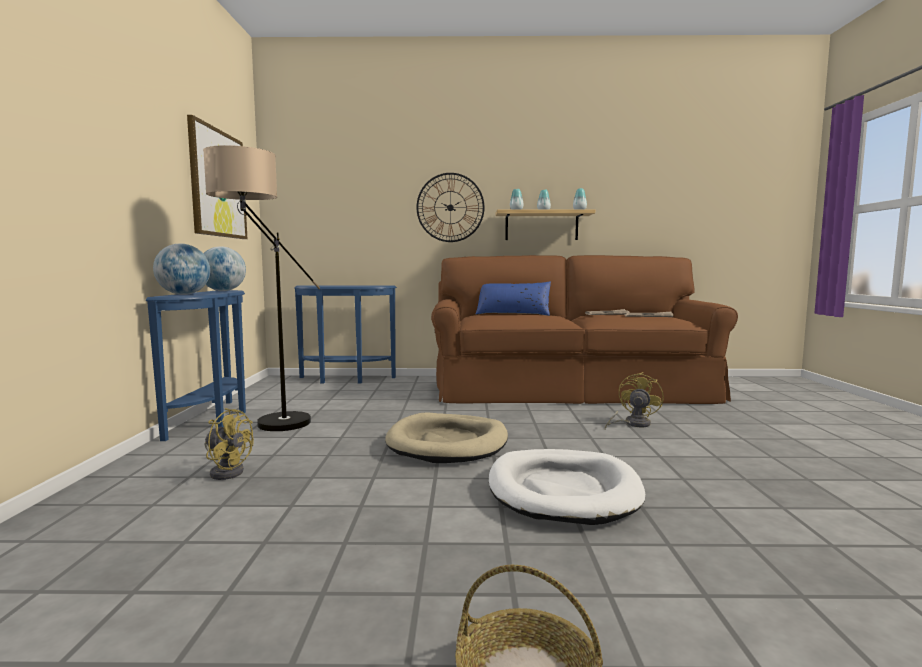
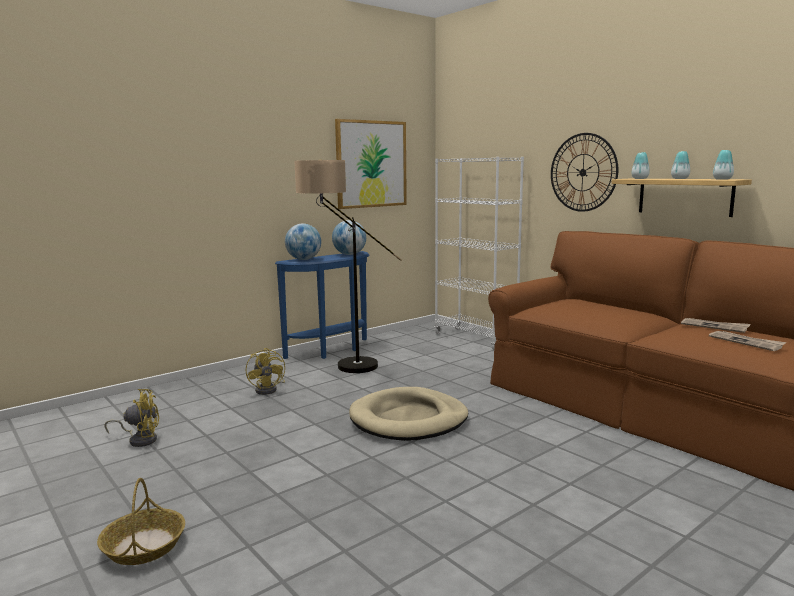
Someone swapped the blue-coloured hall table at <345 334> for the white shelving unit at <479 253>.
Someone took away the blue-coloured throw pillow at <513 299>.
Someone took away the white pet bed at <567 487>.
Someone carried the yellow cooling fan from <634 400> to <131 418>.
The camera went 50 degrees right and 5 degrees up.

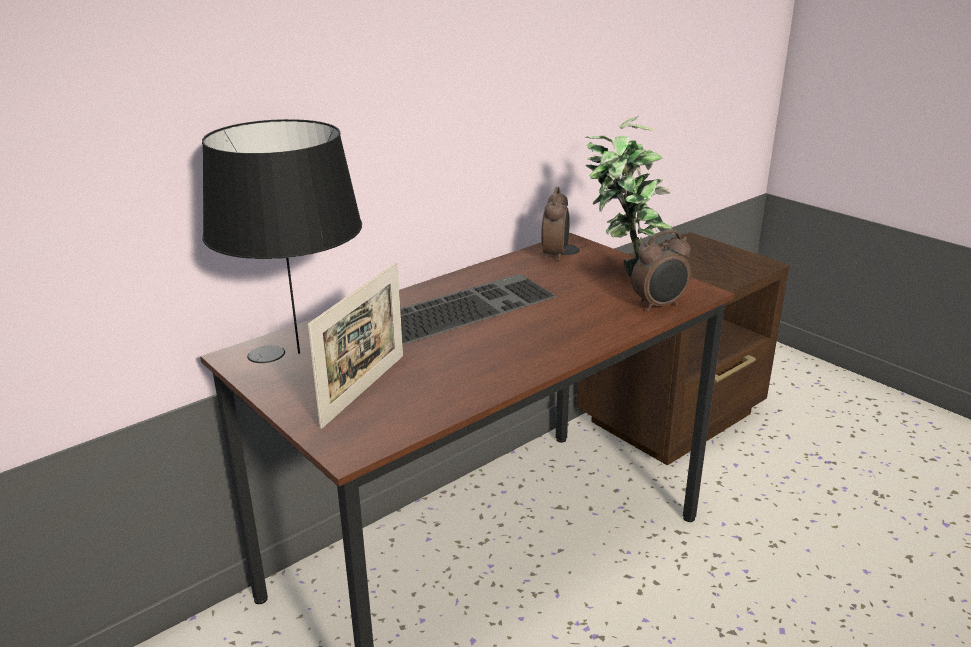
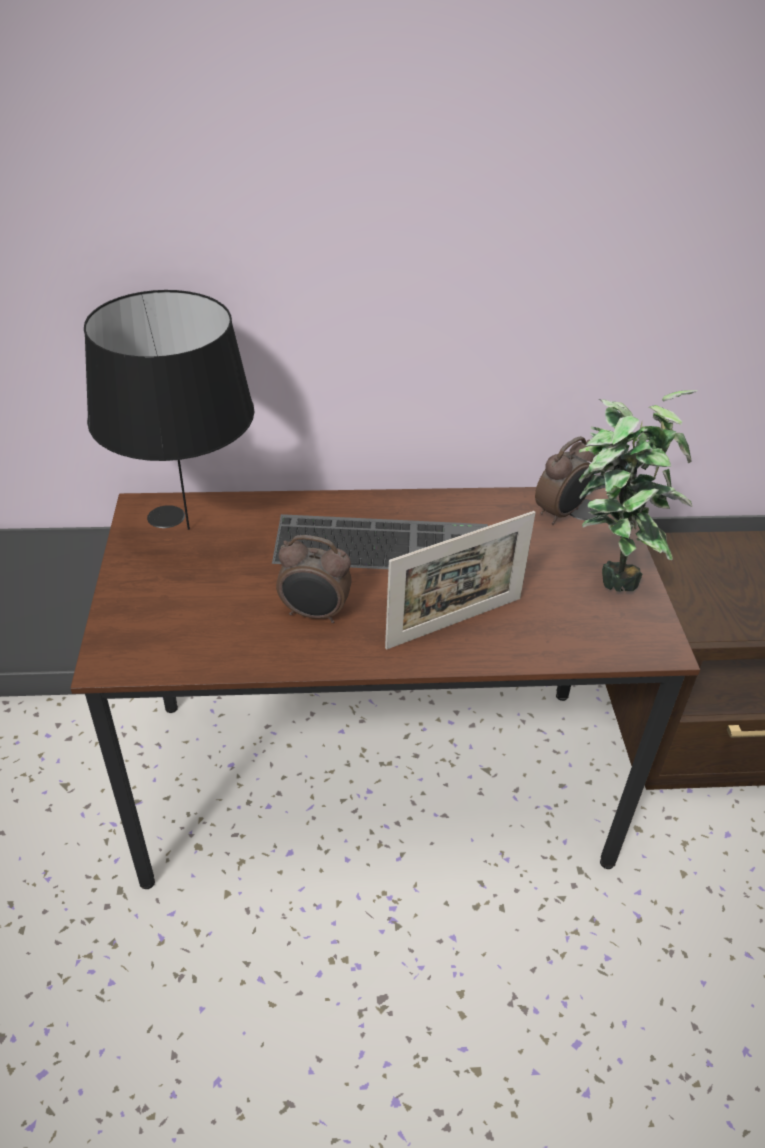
Someone carried the picture frame from <355 345> to <460 580>.
Someone carried the bedside clock from <661 271> to <314 579>.
The camera went 35 degrees right and 15 degrees up.

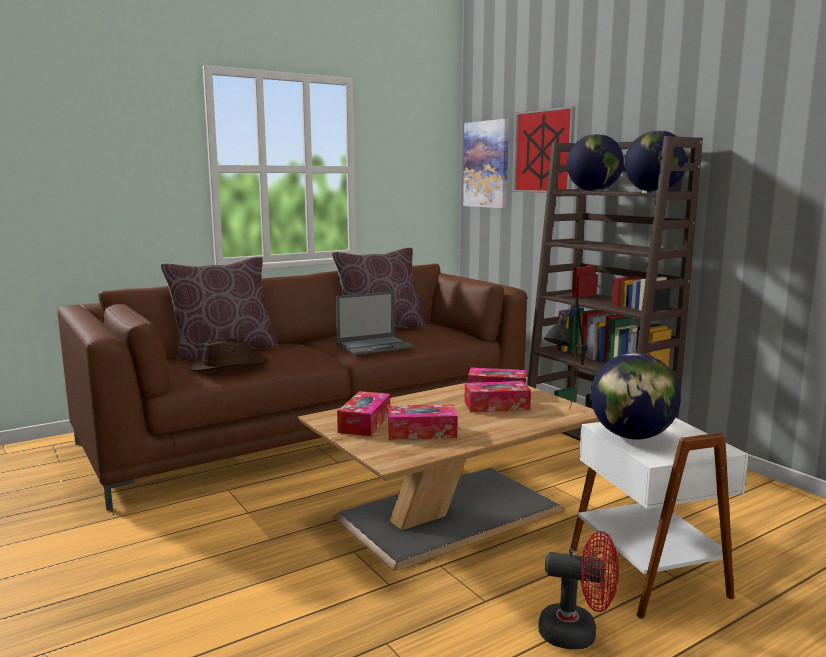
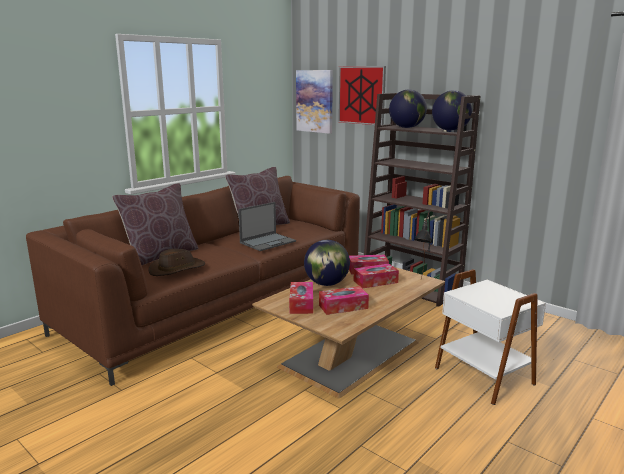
Someone took away the reddish cooling fan at <579 590>.
Someone carried the globe from <636 396> to <327 263>.
The camera went 15 degrees left and 5 degrees up.

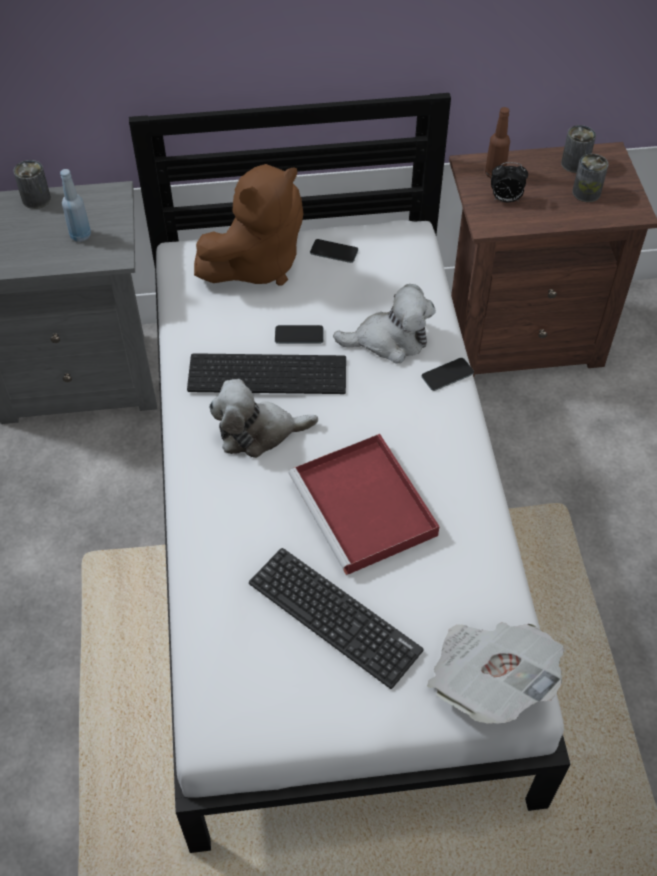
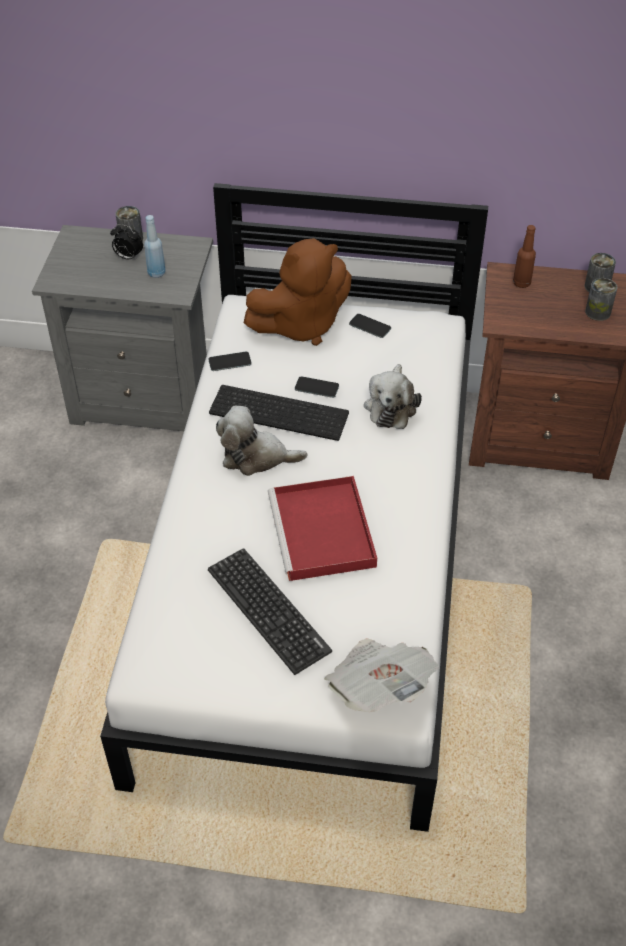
Someone rotated the plush toy at <384 323> by 90 degrees clockwise.
Someone carried the telephone from <448 374> to <230 361>.
Someone carried the bedside clock from <509 182> to <126 242>.
The camera went 15 degrees right and 5 degrees down.

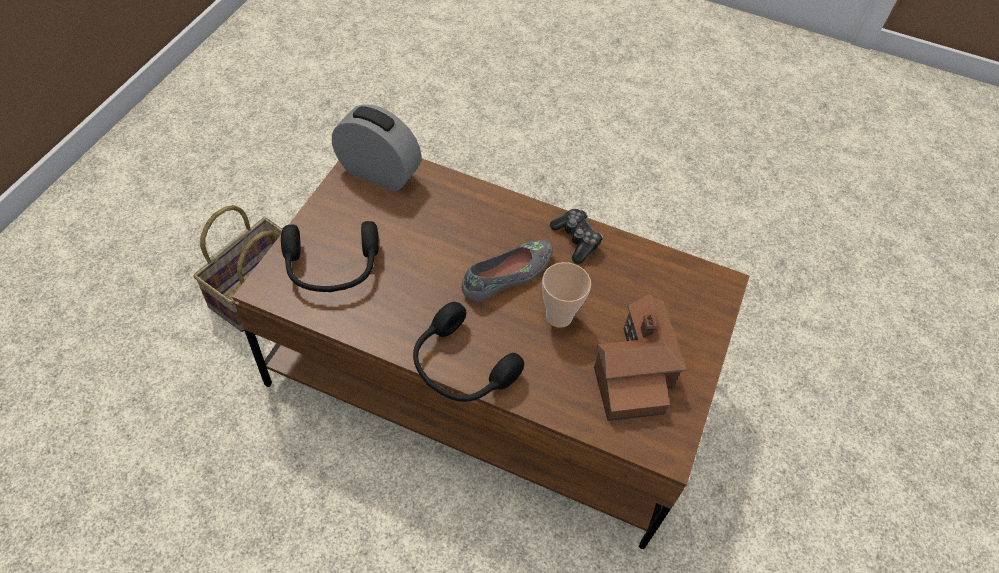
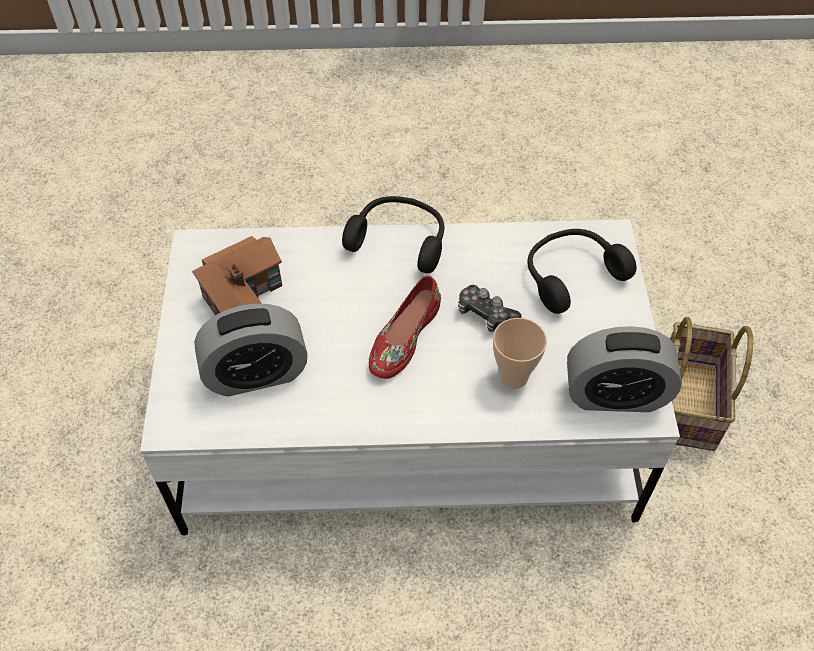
Someone repainted the brown low table at <490 353>, which became the white low table at <410 377>.
Someone repainted the greyish shoe at <507 271>, which became the reddish shoe at <405 327>.
Someone carried the cup from <566 295> to <520 353>.
Someone carried the joypad from <576 236> to <490 308>.
Someone put down the bedside clock at <251 350>.
The camera went 160 degrees right and 0 degrees up.

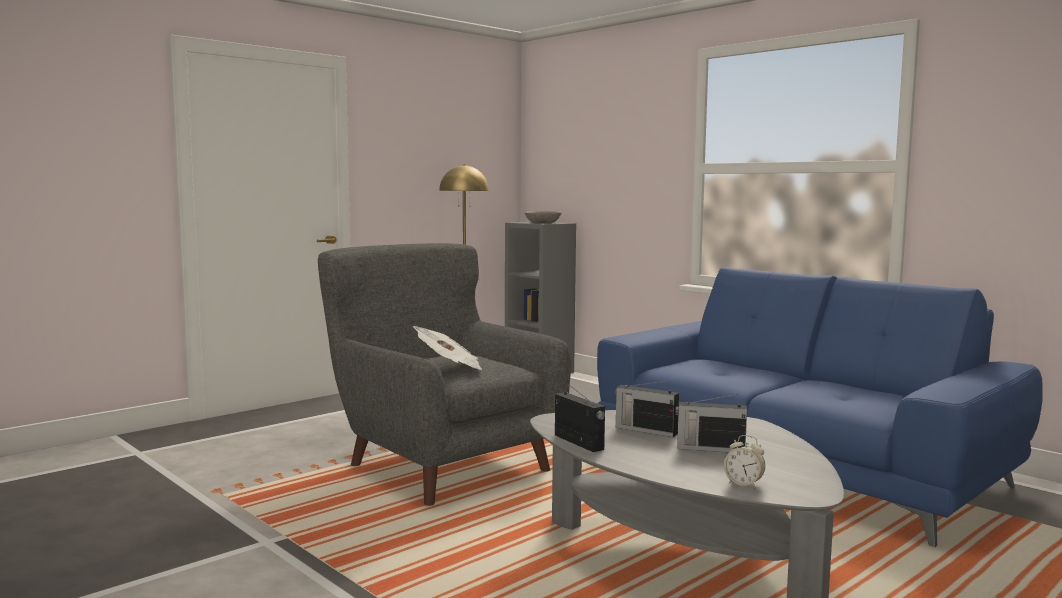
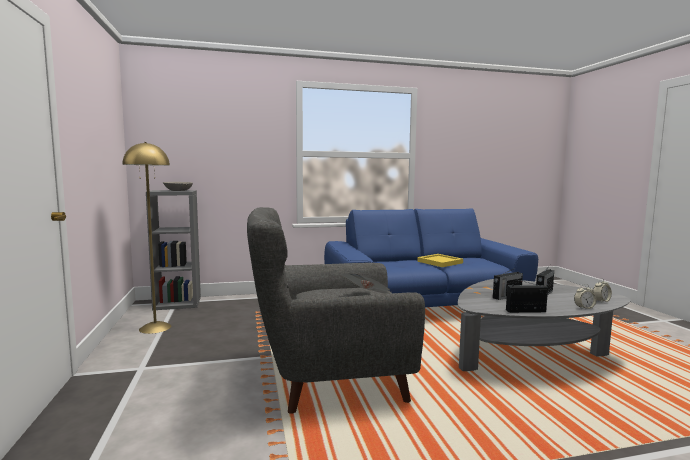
Someone put down the yellow tray at <440 260>.
Someone put down the bedside clock at <585 296>.
The camera went 60 degrees left and 0 degrees up.

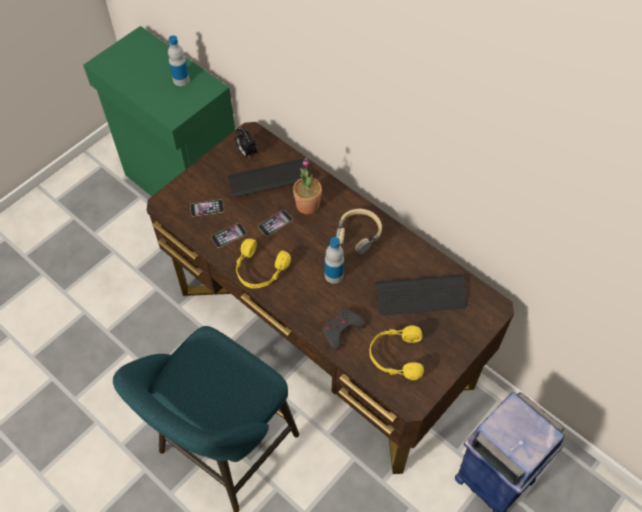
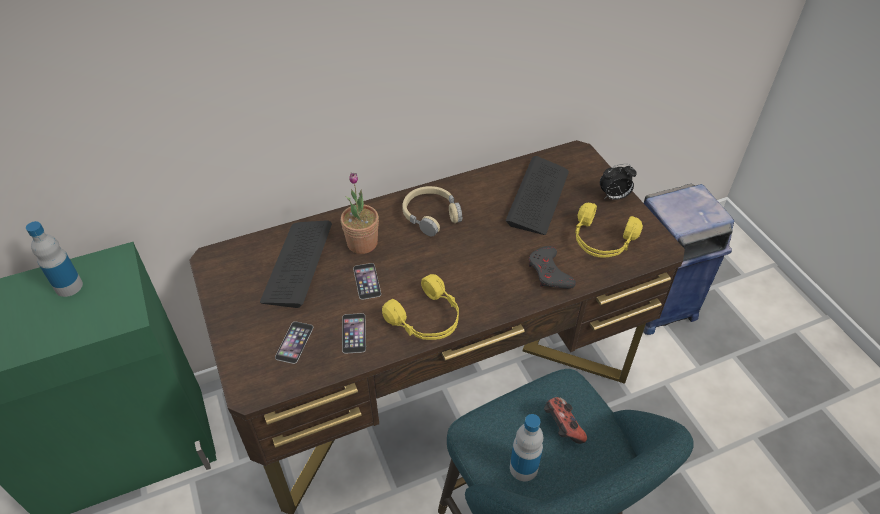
Someone carried the bedside clock from <246 142> to <618 182>.
Someone carried the bottle from <334 260> to <526 447>.
Someone put down the joypad at <565 420>.
The camera went 65 degrees left and 10 degrees down.

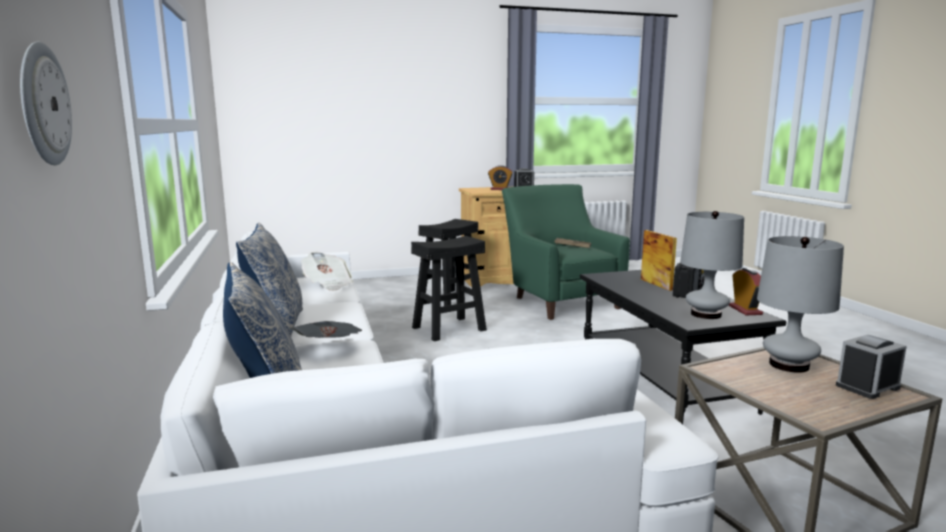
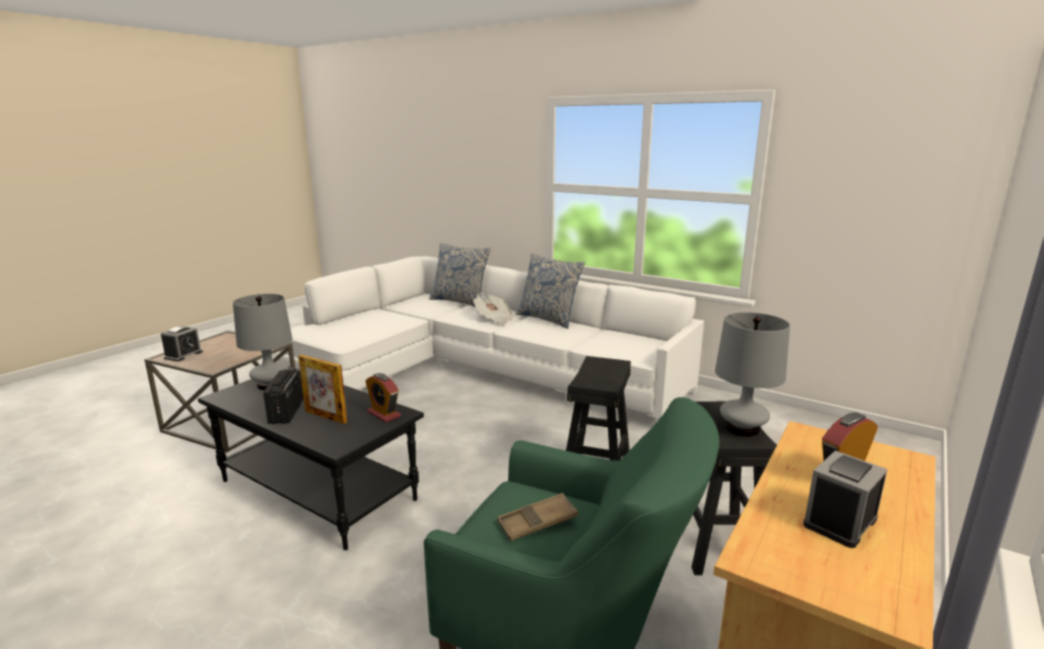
Someone took away the hanging clock at <46 103>.
Someone took away the newspaper at <327 271>.
Someone carried the bedside clock from <746 291> to <383 397>.
Someone carried the greyish table lamp from <800 304> to <752 374>.
The camera went 140 degrees right and 5 degrees up.

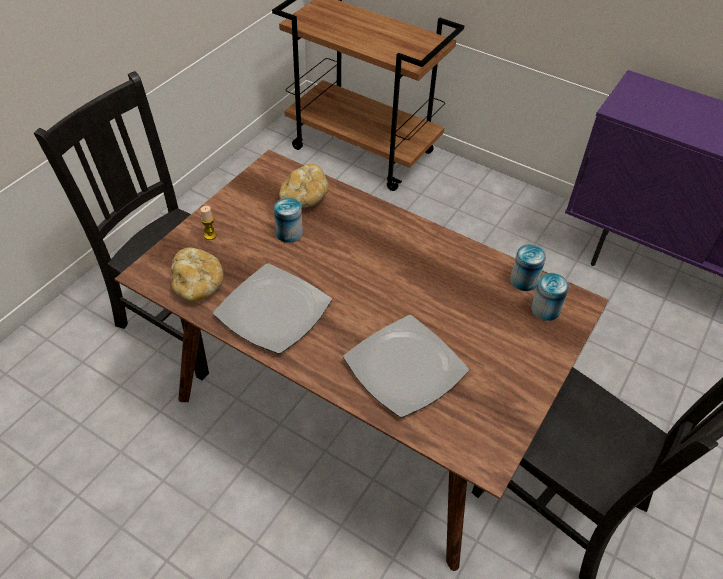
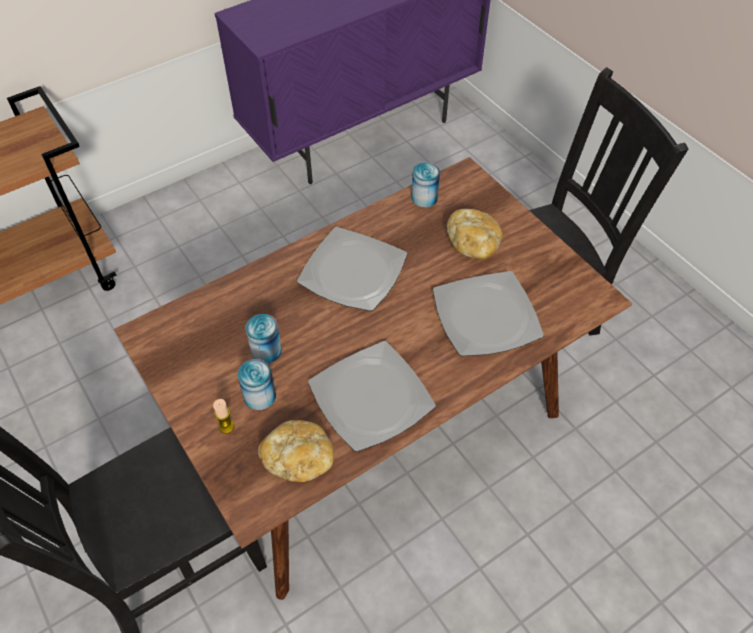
Someone carried the bakery bread from <304 186> to <475 234>.
Someone carried the can from <550 297> to <257 384>.
Someone put down the flat dish at <352 269>.
The camera went 65 degrees left and 5 degrees up.

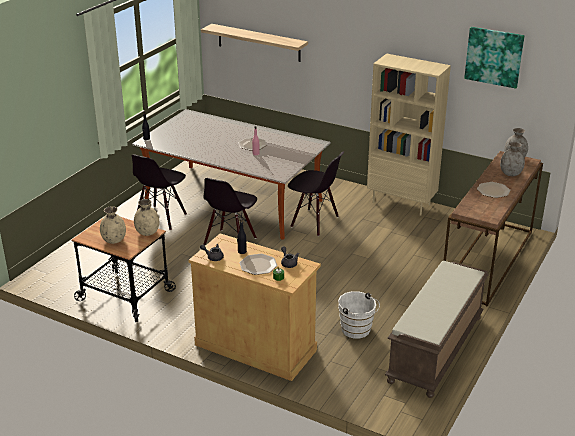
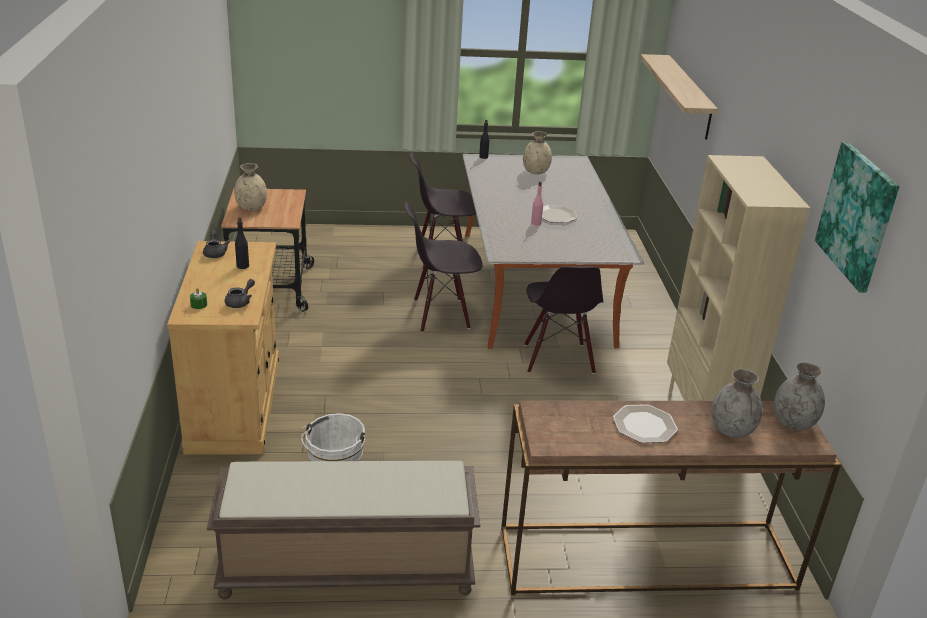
Someone carried the beige flower vase from <146 217> to <537 152>.
Someone took away the flat dish at <258 264>.
The camera went 55 degrees right and 0 degrees up.

